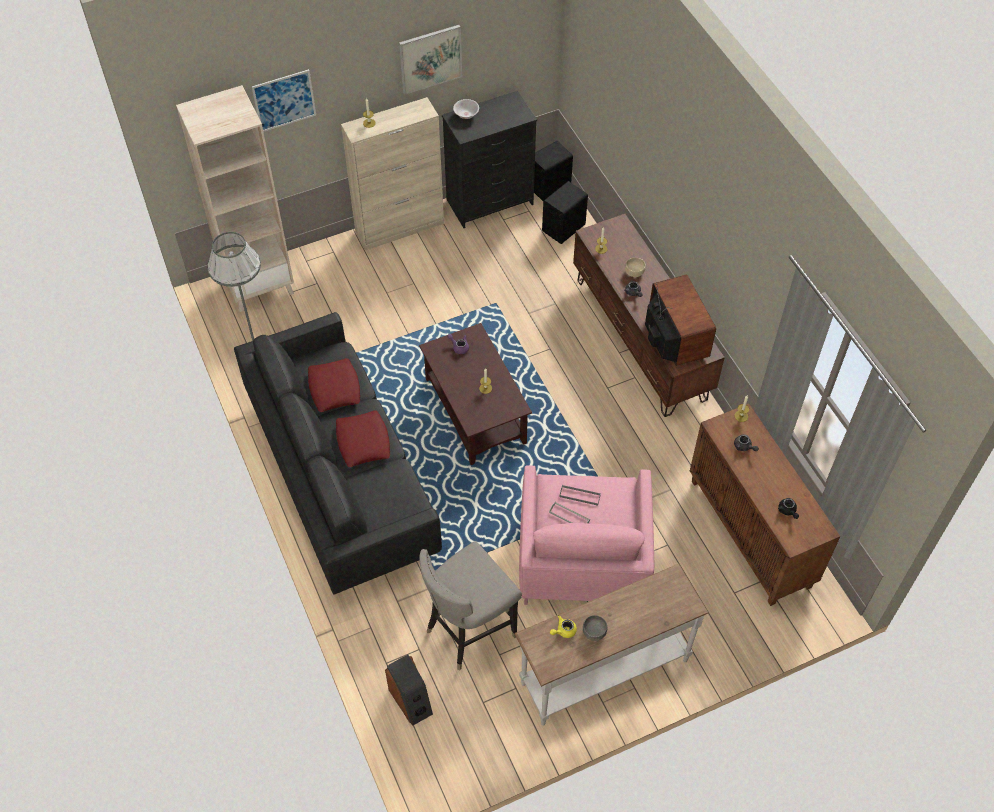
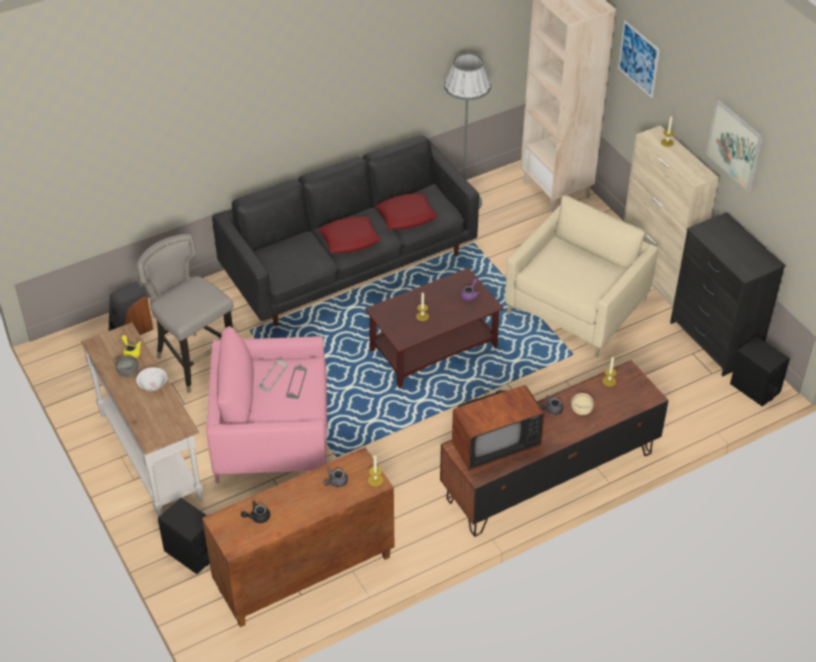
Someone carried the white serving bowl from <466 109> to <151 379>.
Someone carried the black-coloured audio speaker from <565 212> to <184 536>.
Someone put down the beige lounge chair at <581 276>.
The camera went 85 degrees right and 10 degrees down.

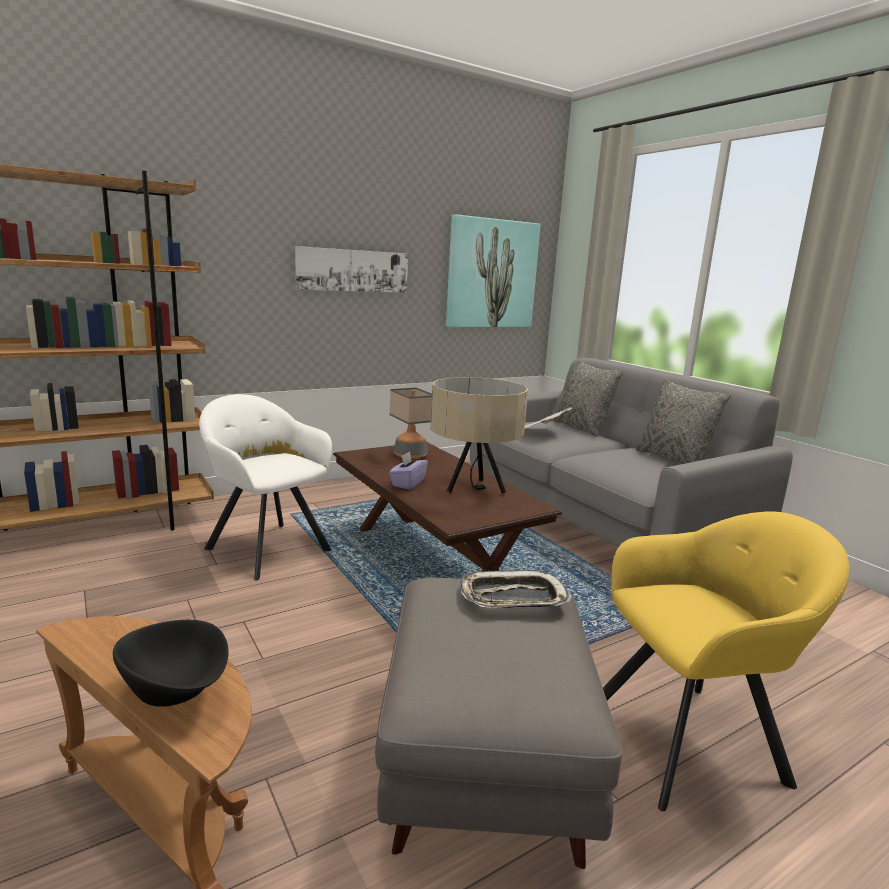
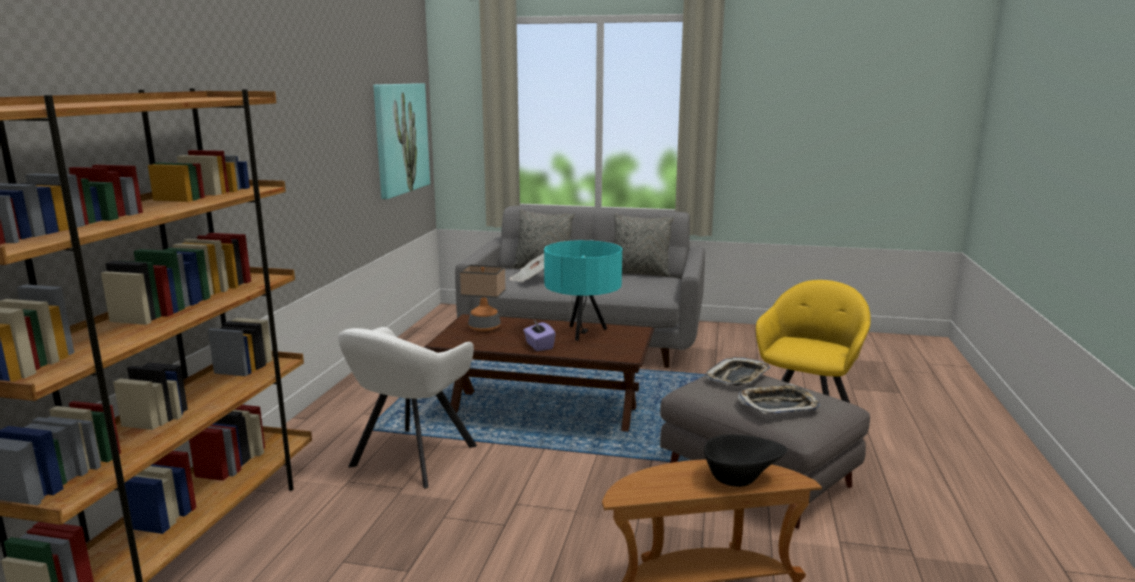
Someone rotated the white lounge chair at <265 487> by 60 degrees counterclockwise.
Someone took away the wall art at <351 269>.
Someone repainted the beige table lamp at <479 435>, which became the turquoise table lamp at <583 290>.
Someone put down the tray at <779 399>.
The camera went 45 degrees left and 0 degrees up.

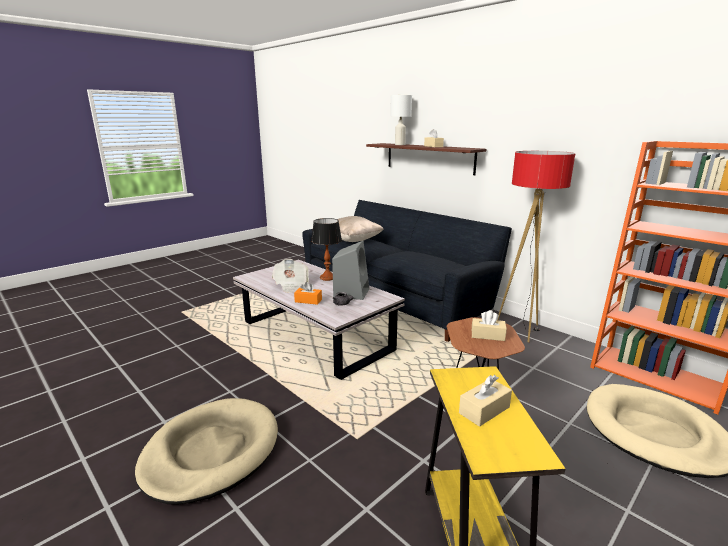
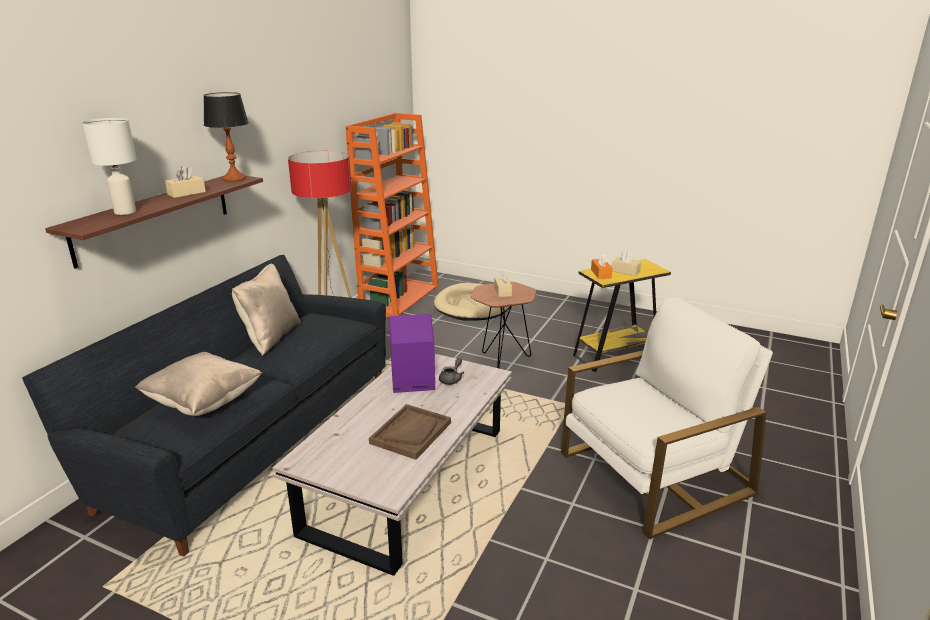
Someone swapped the beige pet bed at <206 451> for the white lounge chair at <667 418>.
Someone swapped the newspaper at <290 276> for the brown tray at <410 432>.
Someone carried the orange-coloured box of tissues from <308 293> to <601 266>.
Someone carried the table lamp from <326 249> to <226 137>.
Someone repainted the greyish audio speaker at <350 270>, which became the purplish audio speaker at <412 353>.
Someone put down the beige throw pillow at <266 309>.
The camera went 110 degrees left and 5 degrees up.

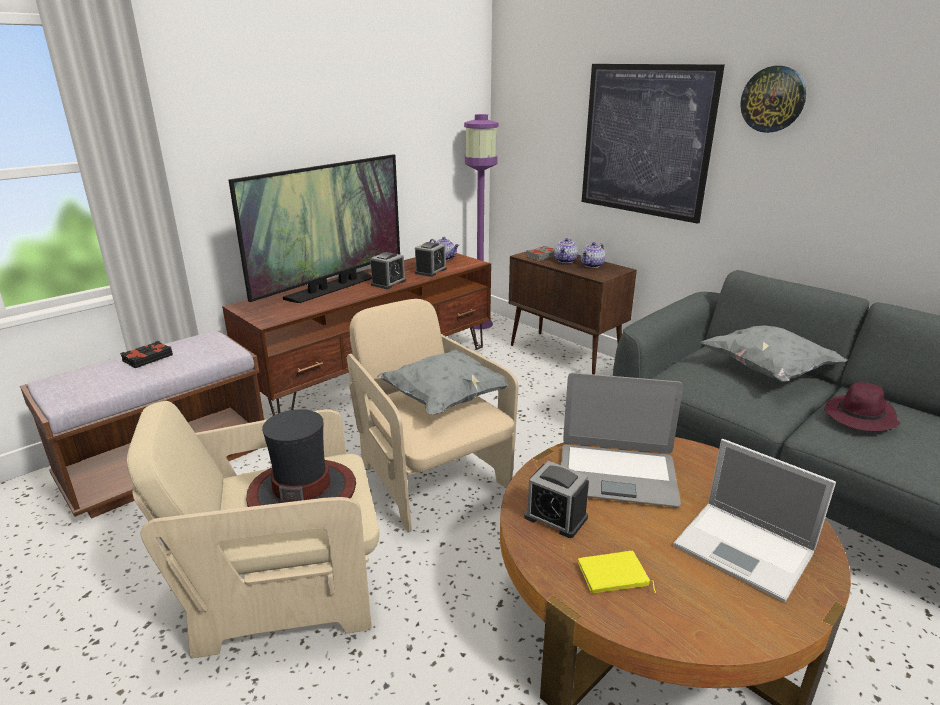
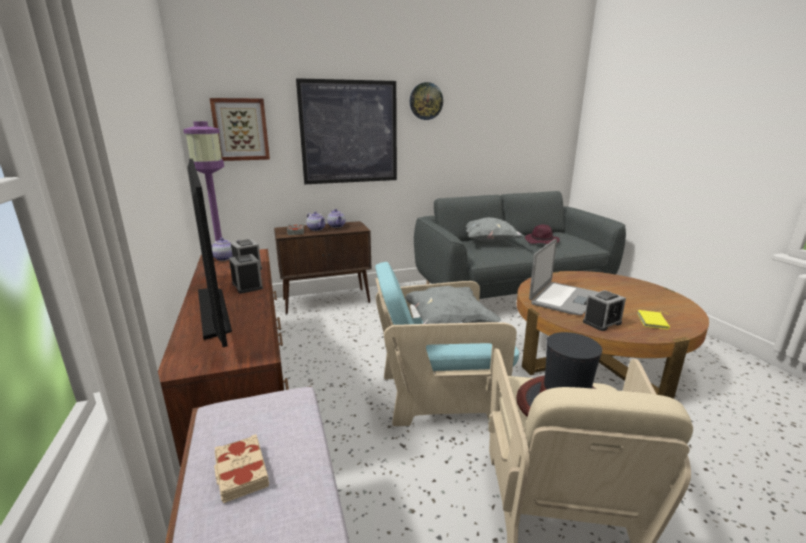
Someone repainted the black-coloured bound book at <146 354>, which became the beige bound book at <241 468>.
Someone repainted the beige lounge chair at <433 415>, which became the turquoise lounge chair at <447 344>.
Someone took away the notebook computer at <754 521>.
Someone put up the wall art at <240 129>.
The camera went 65 degrees left and 5 degrees down.

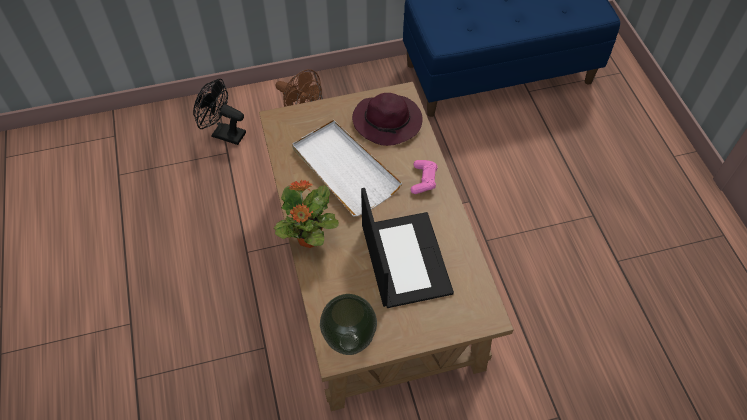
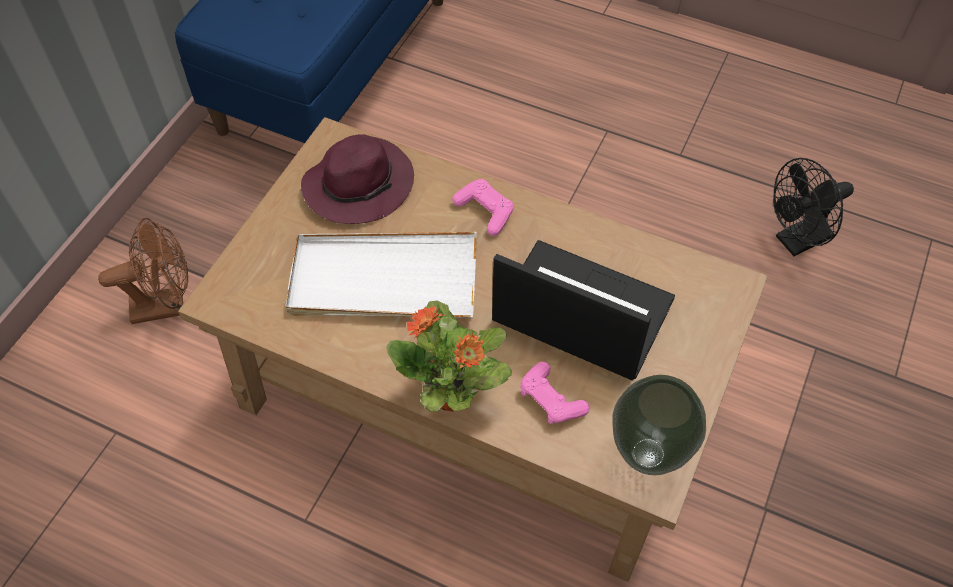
Someone carried the black-coloured cooling fan from <219 112> to <813 207>.
Someone put down the pink joypad at <555 392>.
The camera went 50 degrees left and 0 degrees up.

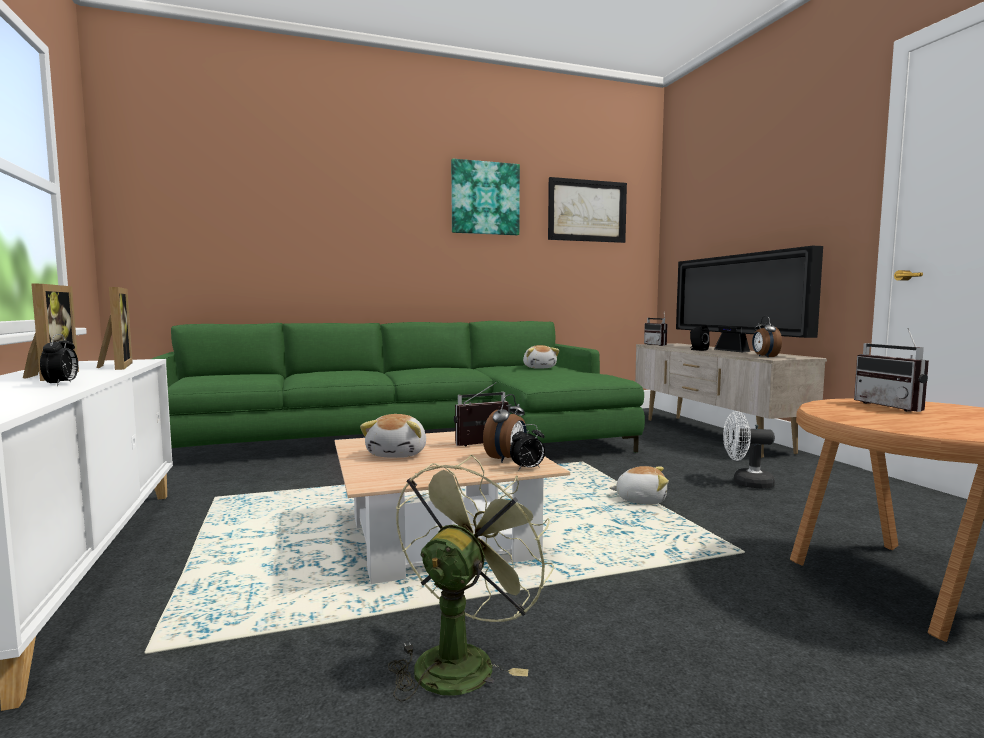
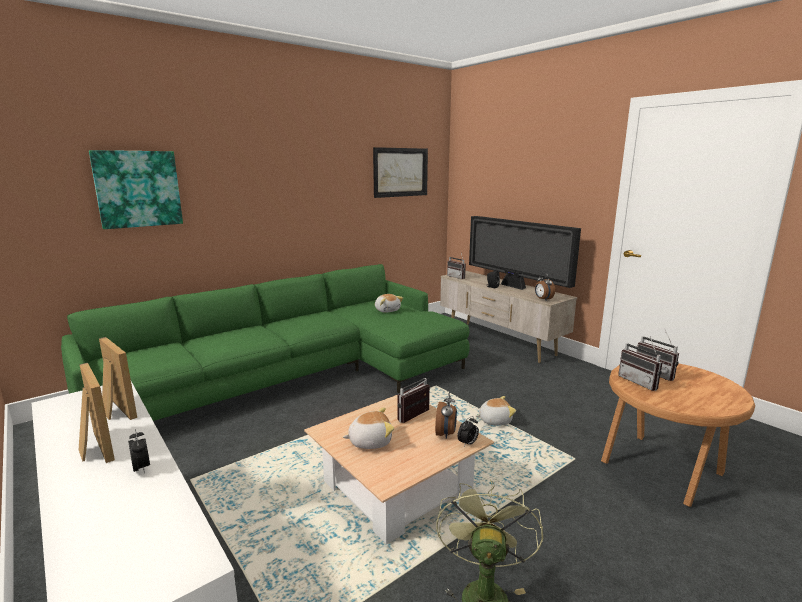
Someone rotated the plush toy at <393 436> by 90 degrees counterclockwise.
Someone carried the wall art from <485 197> to <136 189>.
Someone took away the white cooling fan at <749 450>.
Someone put down the radio receiver at <640 363>.
The camera went 20 degrees left and 10 degrees up.

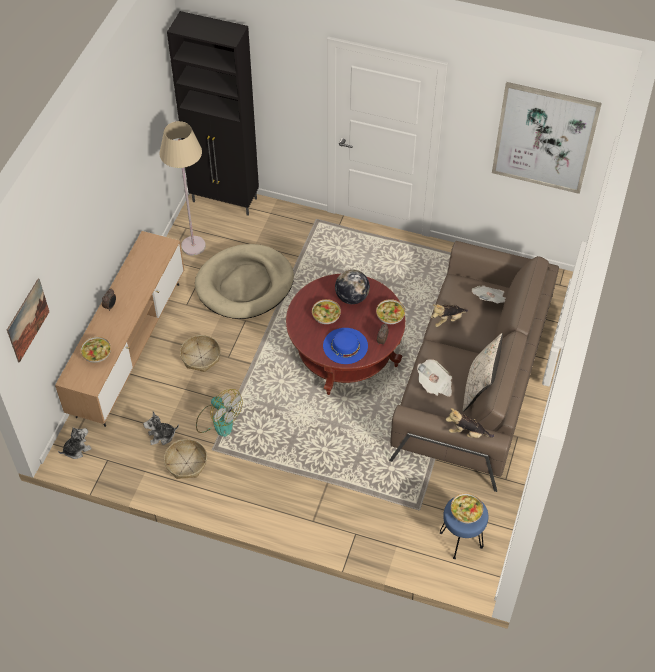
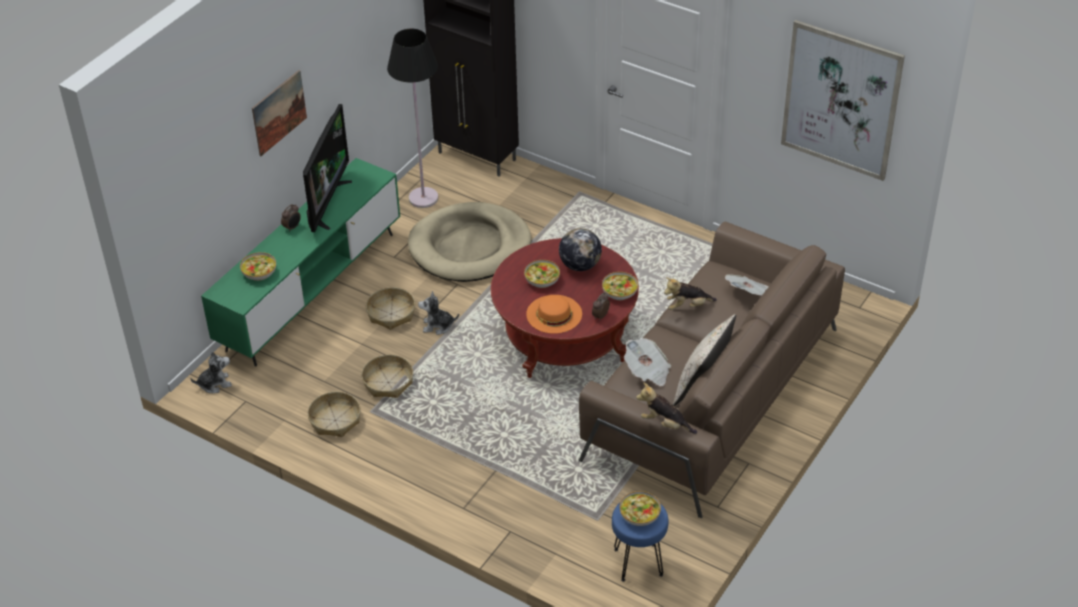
Someone carried the wall art from <28 321> to <279 113>.
Someone repainted the brown tv stand at <119 329>, which became the green tv stand at <300 262>.
Someone carried the plush toy from <161 428> to <438 313>.
Someone repainted the beige floor lamp at <182 188>, which became the black-coloured floor lamp at <412 118>.
Someone swapped the cooling fan at <219 413> for the household basket at <387 376>.
Someone repainted the blue-coloured clothing hat at <345 346>, which became the orange-coloured clothing hat at <554 314>.
Someone put down the television at <327 168>.
The camera went 15 degrees right and 10 degrees down.

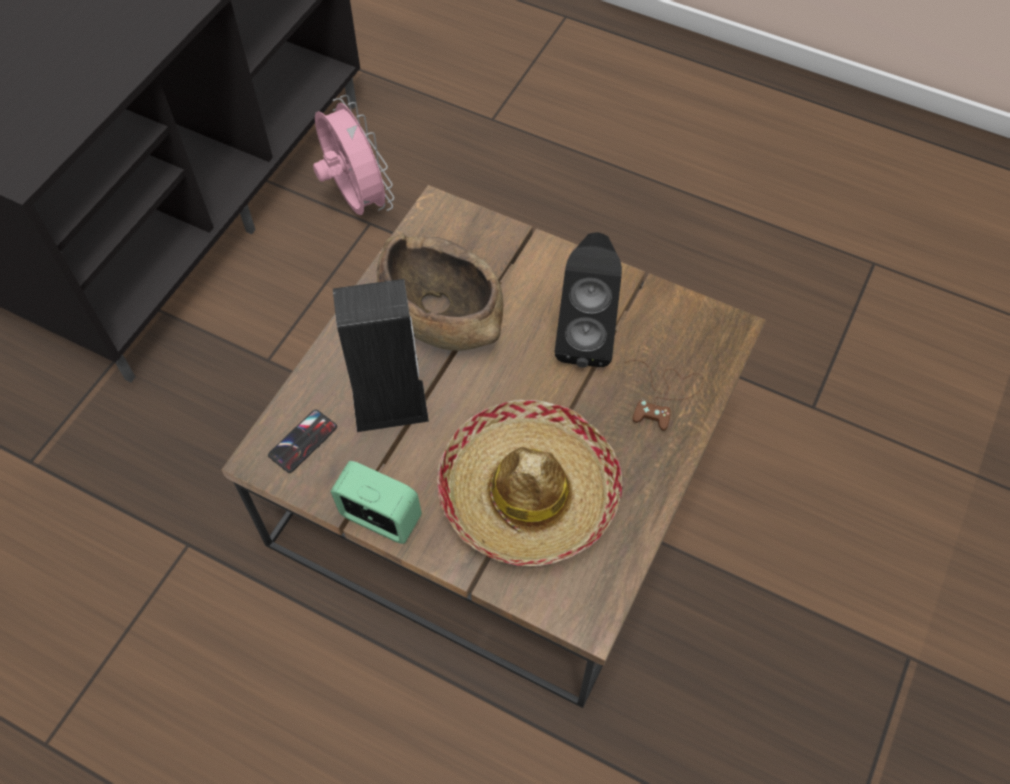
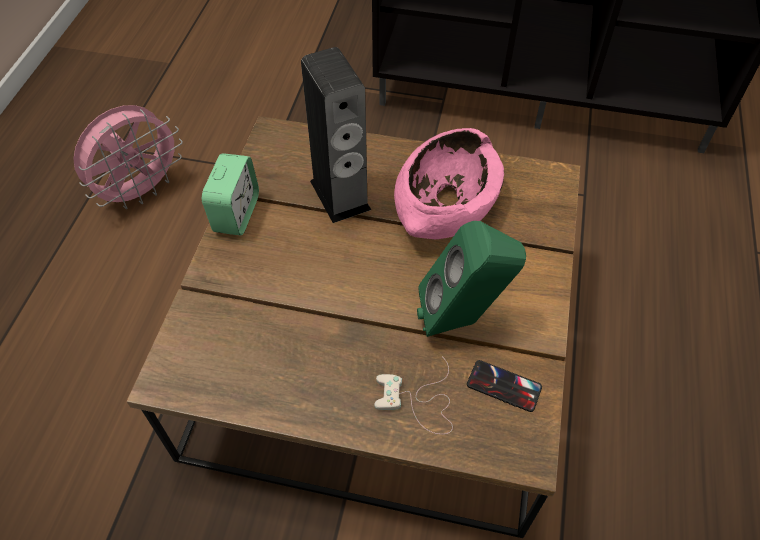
Someone carried the telephone from <302 441> to <504 386>.
Someone carried the pink cooling fan from <353 155> to <128 157>.
Someone repainted the brown serving bowl at <440 292>, which became the pink serving bowl at <449 183>.
Someone took away the clothing hat at <530 483>.
Someone repainted the black-coloured audio speaker at <588 300>, which became the green audio speaker at <471 279>.
Someone repainted the brown joypad at <664 395>, which became the white joypad at <413 396>.
The camera went 75 degrees right and 5 degrees down.

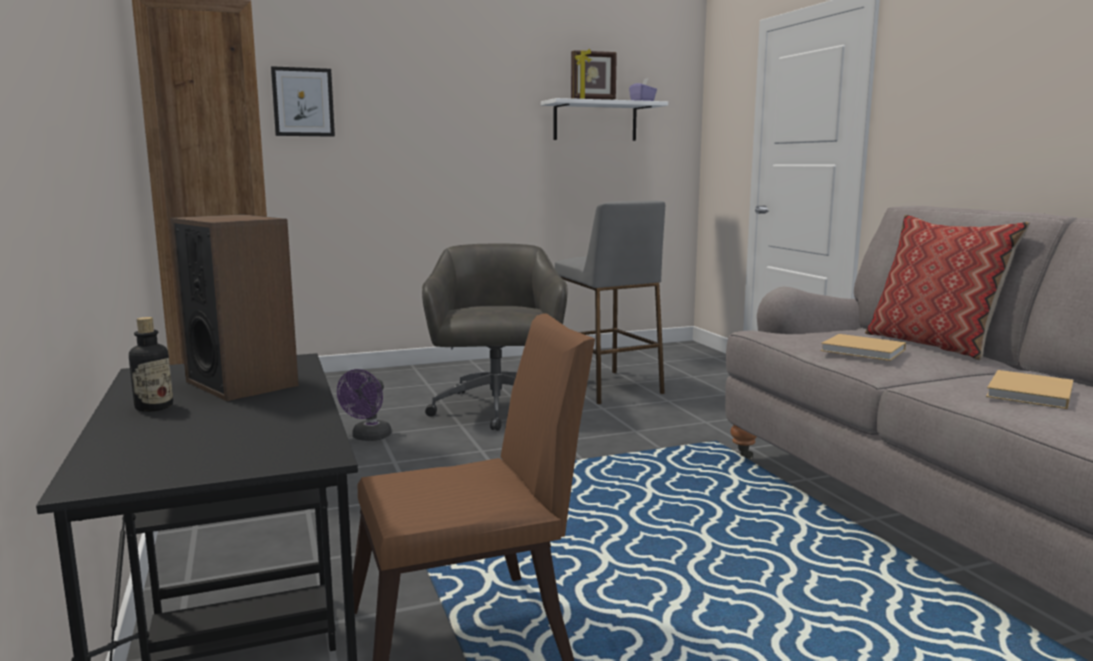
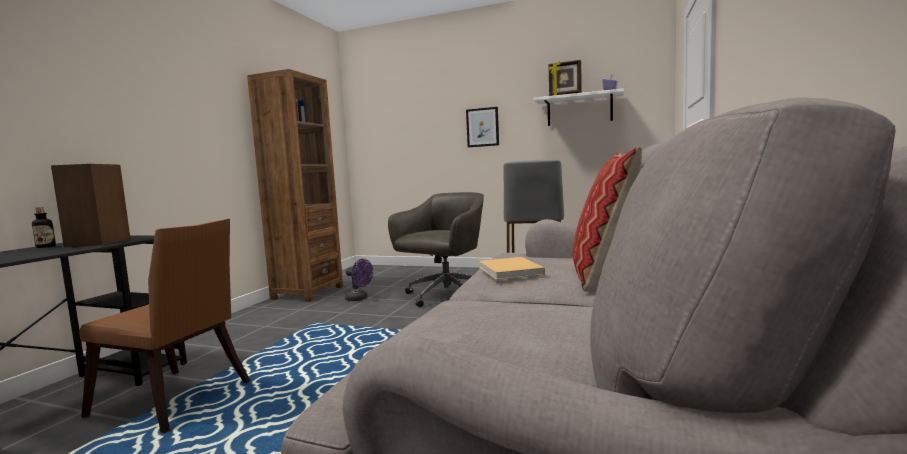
Someone carried the wall art from <303 101> to <482 127>.
Someone rotated the purplish cooling fan at <364 405> by 120 degrees counterclockwise.
Someone took away the beige bound book at <1029 389>.
The camera went 40 degrees right and 5 degrees down.

